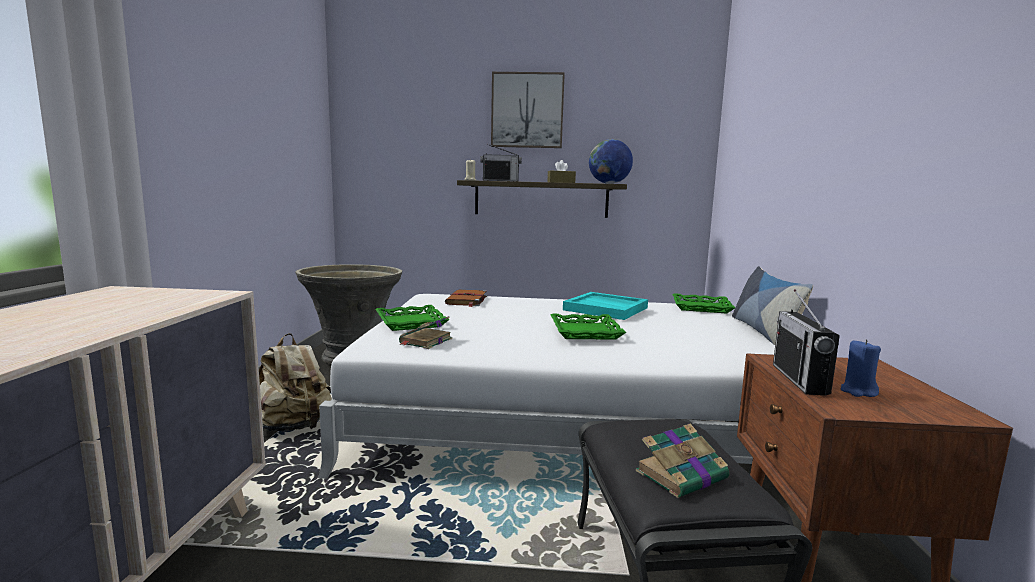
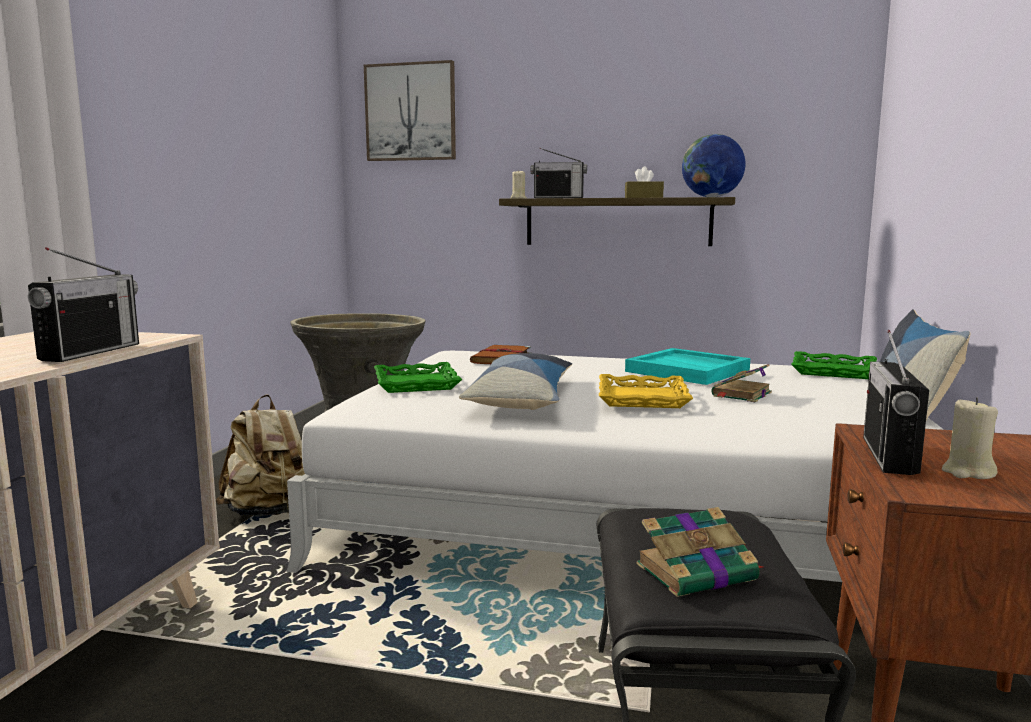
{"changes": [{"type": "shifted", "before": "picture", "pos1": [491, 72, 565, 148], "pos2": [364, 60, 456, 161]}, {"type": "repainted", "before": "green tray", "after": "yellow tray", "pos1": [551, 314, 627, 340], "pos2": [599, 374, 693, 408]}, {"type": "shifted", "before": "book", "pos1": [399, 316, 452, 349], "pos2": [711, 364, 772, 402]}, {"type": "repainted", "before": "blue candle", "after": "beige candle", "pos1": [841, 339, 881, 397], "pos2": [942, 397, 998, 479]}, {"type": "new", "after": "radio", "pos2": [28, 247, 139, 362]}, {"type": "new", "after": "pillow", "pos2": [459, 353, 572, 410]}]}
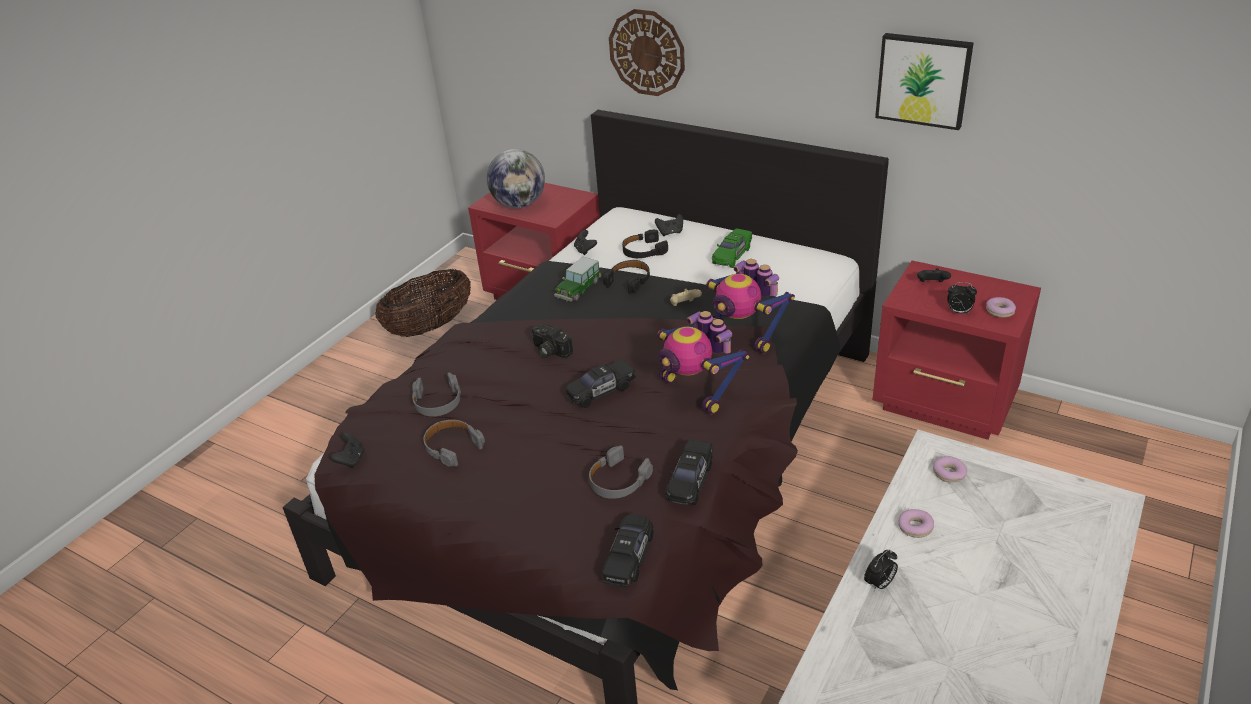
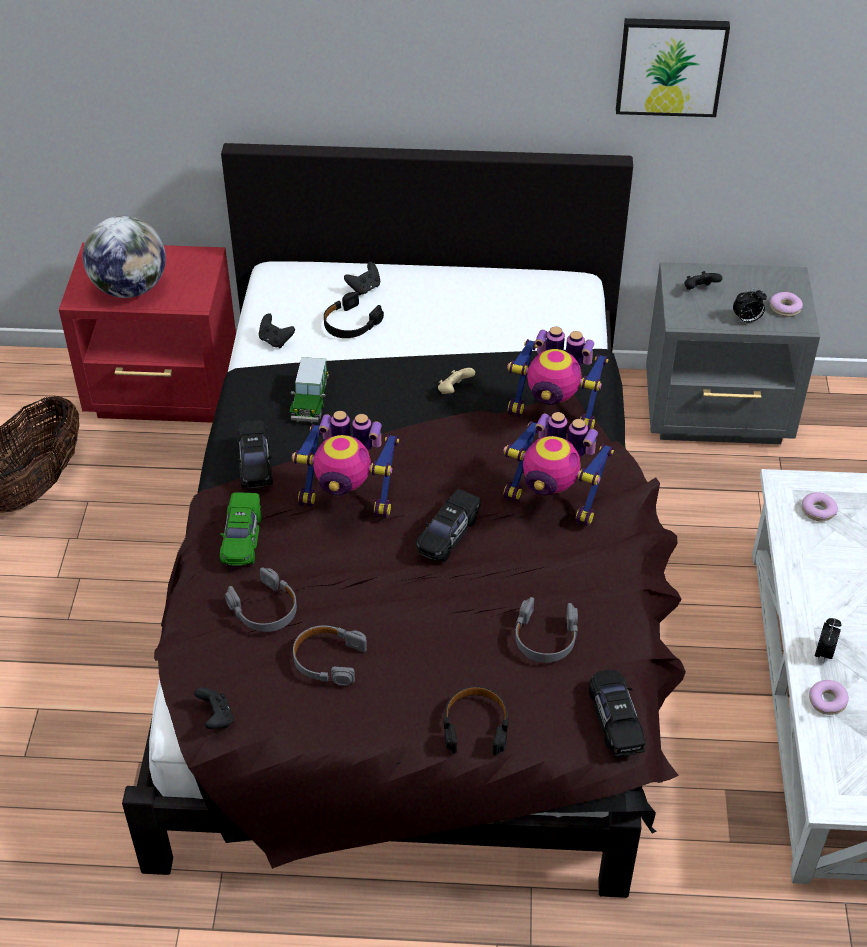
{"changes": [{"type": "gone", "before": "wall clock", "pos1": [609, 9, 685, 96]}, {"type": "shifted", "before": "green toy car", "pos1": [712, 228, 752, 268], "pos2": [220, 493, 261, 566]}, {"type": "shifted", "before": "black headphones", "pos1": [603, 260, 650, 294], "pos2": [443, 686, 509, 756]}, {"type": "repainted", "before": "red nightstand", "after": "grey nightstand", "pos1": [872, 261, 1041, 440], "pos2": [646, 262, 820, 444]}, {"type": "swapped", "before": "photo camera", "after": "toy robot", "pos1": [531, 323, 573, 358], "pos2": [292, 411, 399, 518]}, {"type": "shifted", "before": "black toy car", "pos1": [665, 439, 713, 505], "pos2": [237, 420, 273, 488]}, {"type": "shifted", "before": "donut", "pos1": [898, 509, 934, 538], "pos2": [809, 680, 849, 715]}]}
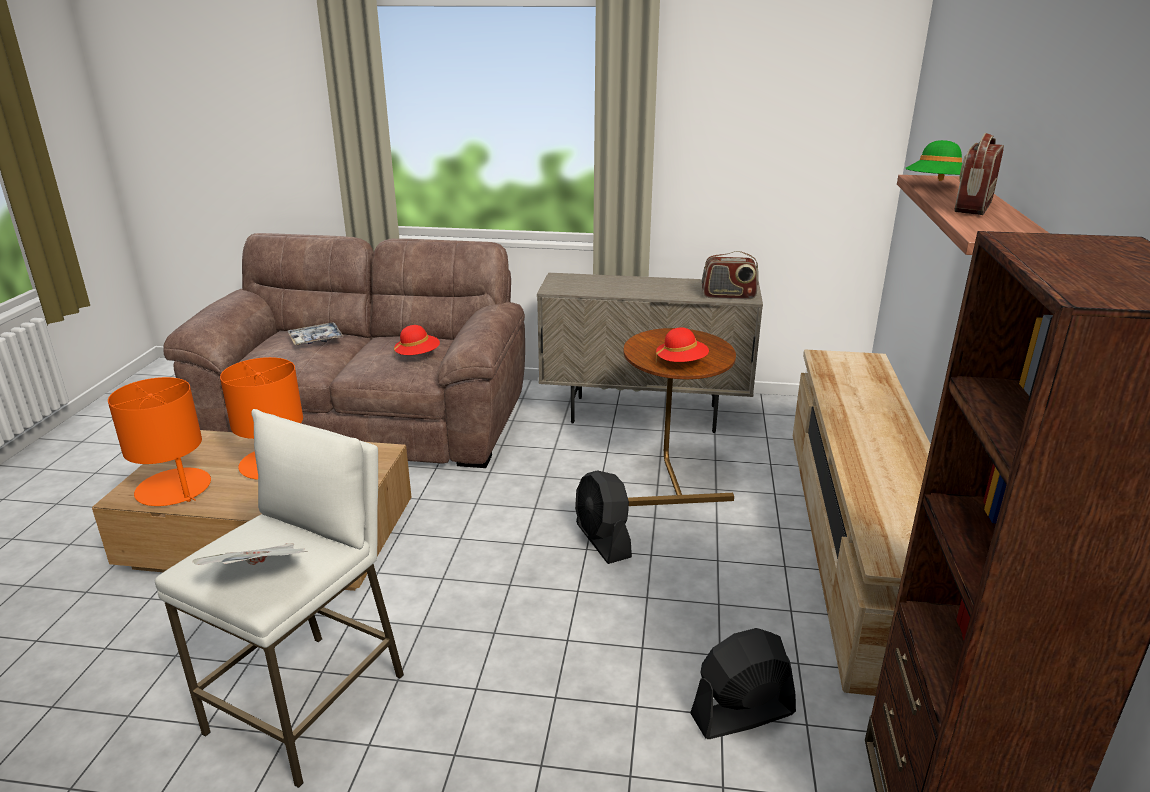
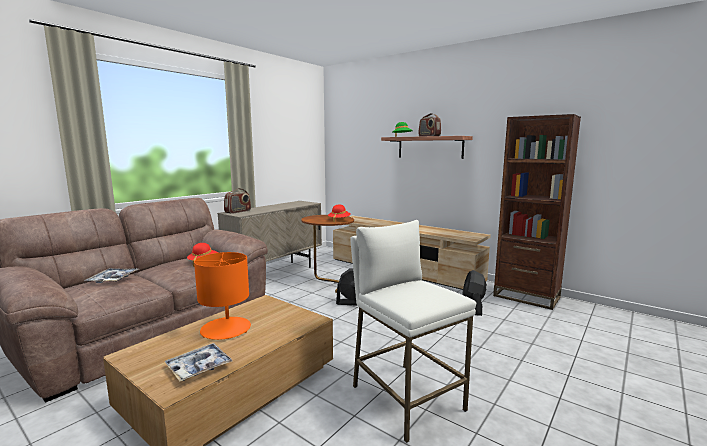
{"changes": [{"type": "shifted", "before": "radio", "pos1": [702, 251, 759, 299], "pos2": [224, 188, 251, 214]}, {"type": "swapped", "before": "orange table lamp", "after": "tray", "pos1": [108, 377, 211, 506], "pos2": [164, 343, 233, 381]}, {"type": "gone", "before": "newspaper", "pos1": [193, 543, 308, 565]}]}
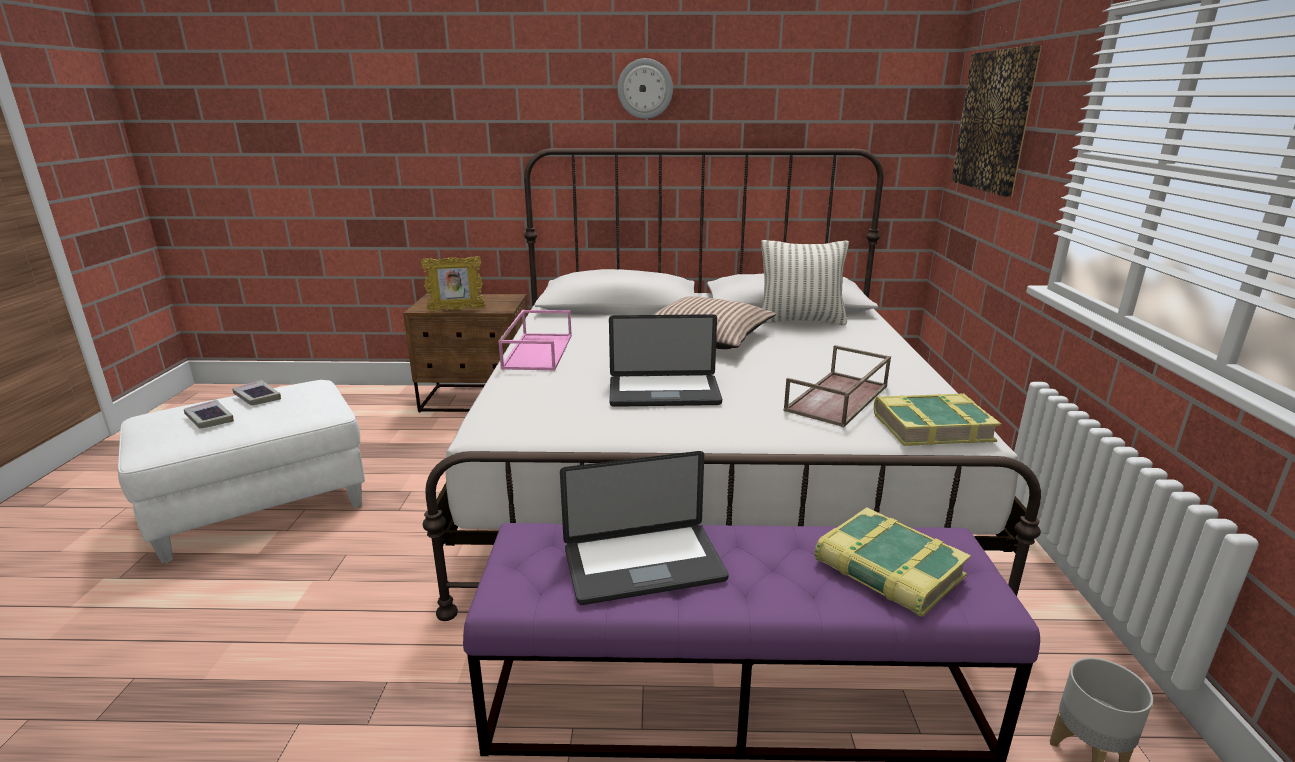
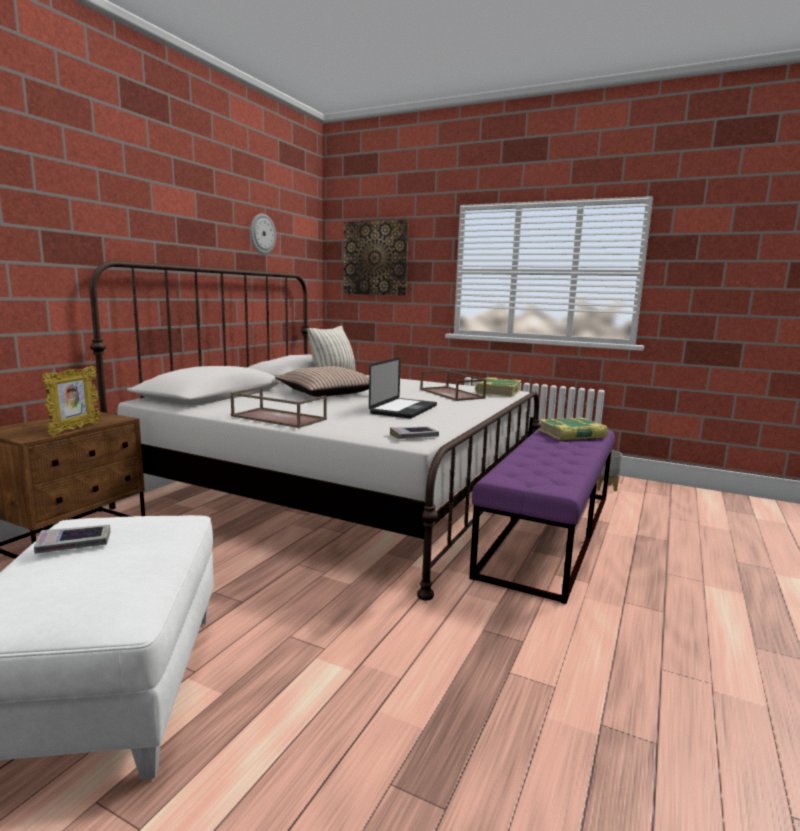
{"changes": [{"type": "shifted", "before": "wall clock", "pos1": [617, 58, 673, 119], "pos2": [250, 214, 276, 254]}, {"type": "repainted", "before": "pink tray", "after": "brown tray", "pos1": [498, 310, 572, 371], "pos2": [230, 387, 327, 428]}, {"type": "shifted", "before": "book", "pos1": [184, 400, 234, 429], "pos2": [390, 427, 439, 439]}, {"type": "gone", "before": "laptop", "pos1": [560, 451, 729, 605]}]}
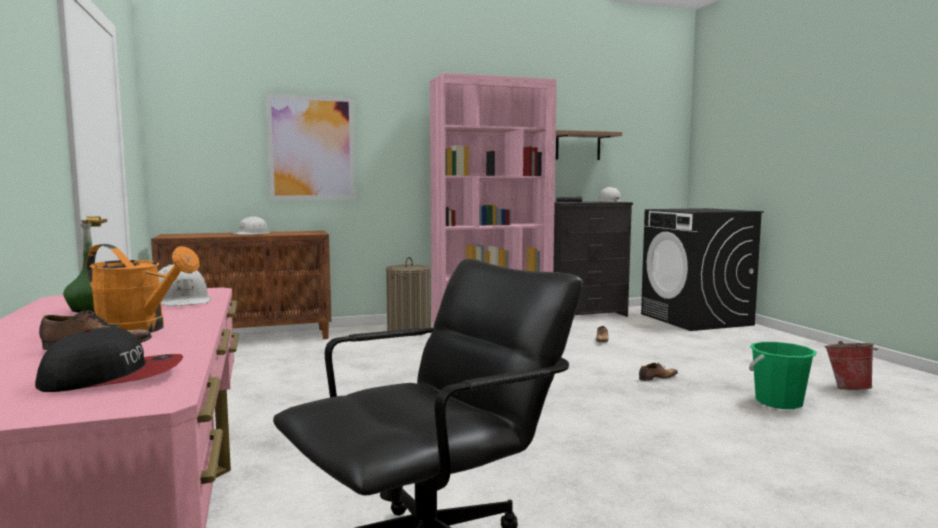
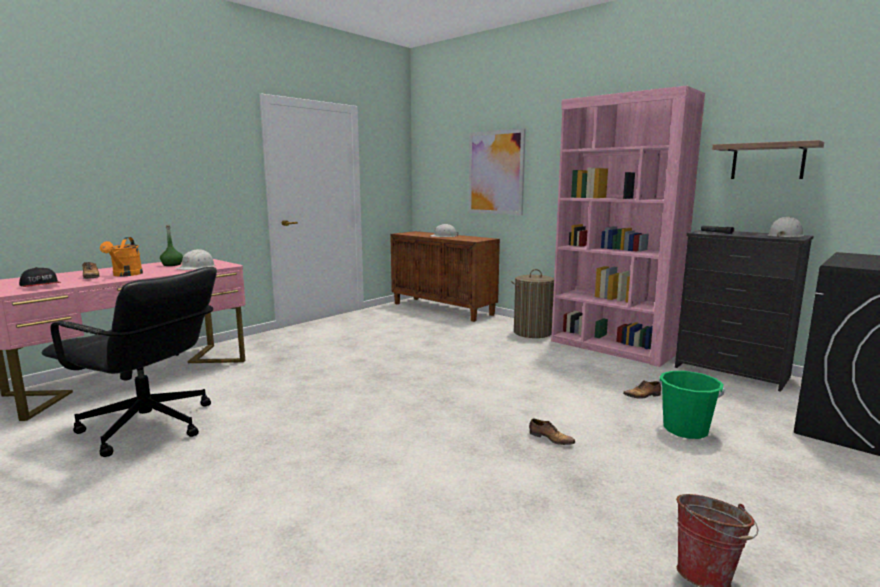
{"changes": [{"type": "shifted", "before": "green bucket", "pos1": [749, 342, 817, 409], "pos2": [659, 371, 725, 439]}]}
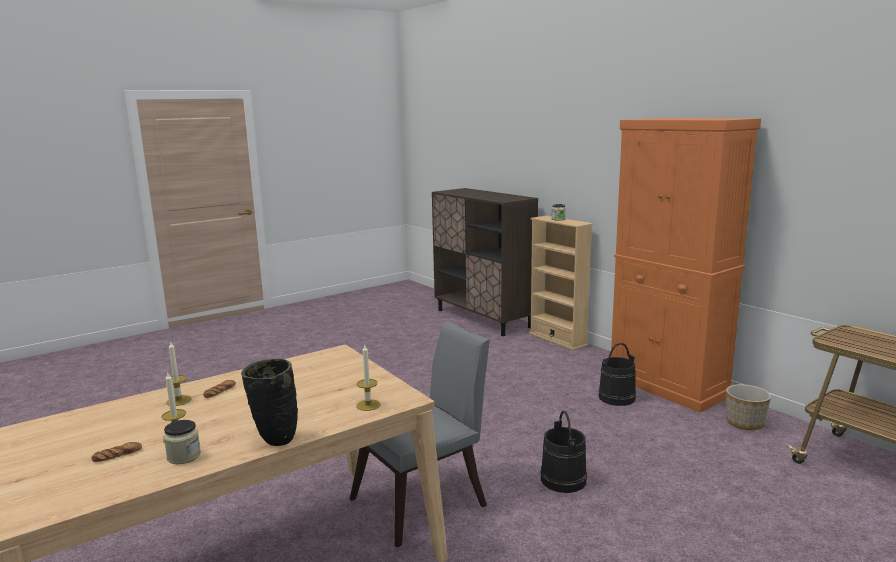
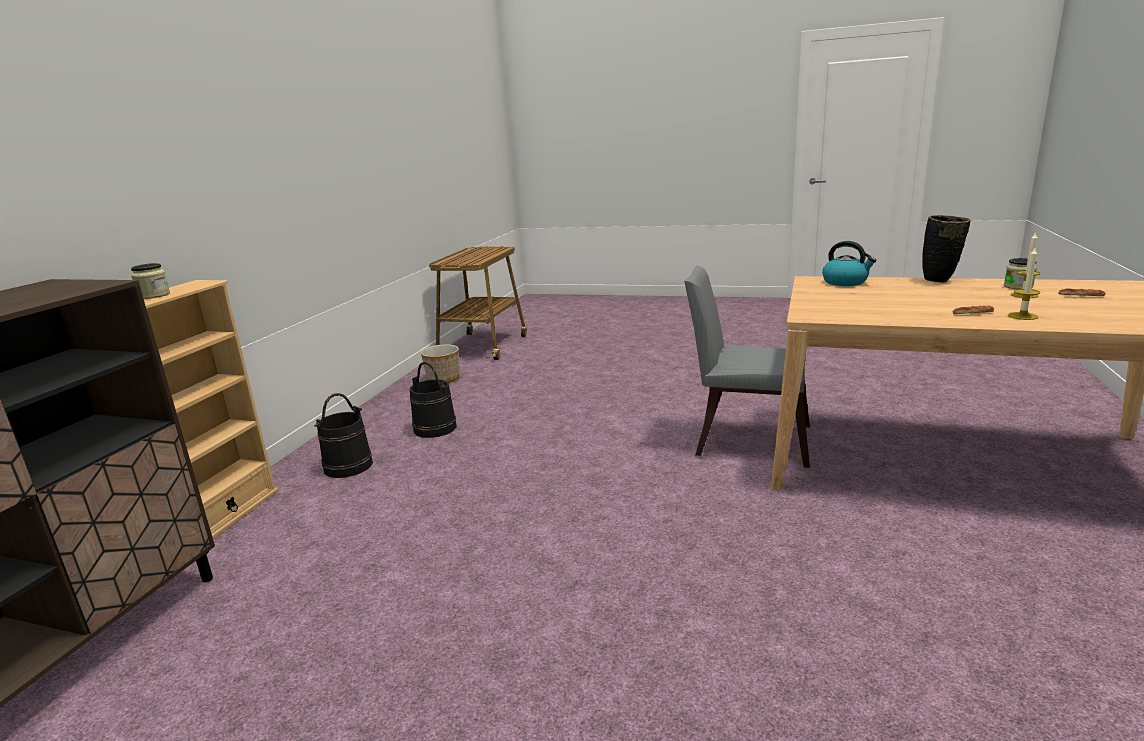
{"changes": [{"type": "gone", "before": "orange cabinet", "pos1": [611, 118, 761, 413]}, {"type": "swapped", "before": "candle", "after": "kettle", "pos1": [356, 345, 381, 411], "pos2": [822, 241, 877, 286]}, {"type": "shifted", "before": "black bucket", "pos1": [540, 410, 587, 493], "pos2": [314, 393, 373, 478]}]}
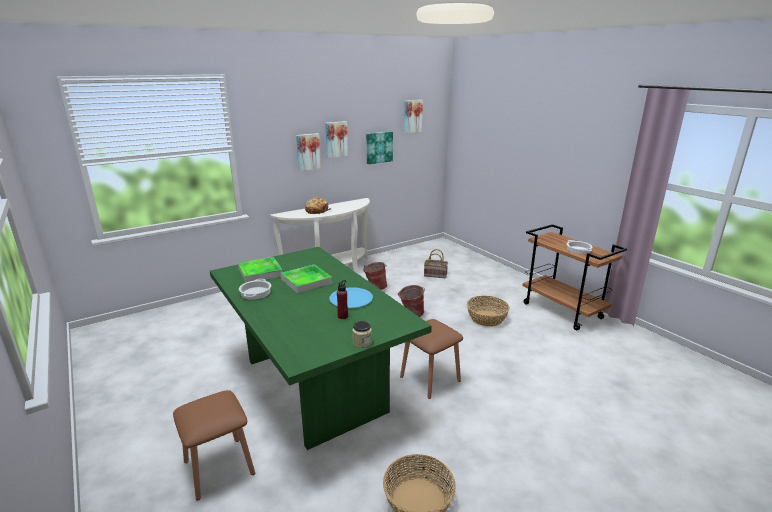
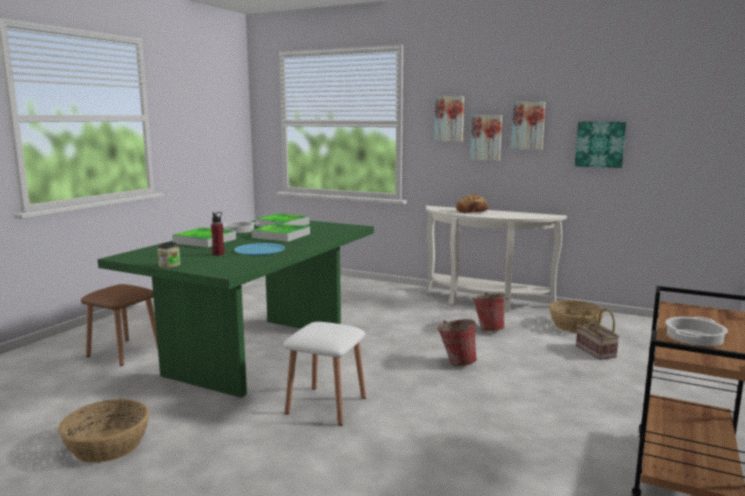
{"changes": [{"type": "shifted", "before": "picture", "pos1": [404, 100, 423, 134], "pos2": [434, 96, 464, 141]}, {"type": "shifted", "before": "basket", "pos1": [467, 296, 510, 327], "pos2": [549, 300, 605, 333]}, {"type": "repainted", "before": "brown stool", "after": "white stool", "pos1": [400, 319, 463, 399], "pos2": [283, 322, 366, 426]}, {"type": "new", "after": "tray", "pos2": [172, 227, 236, 248]}]}
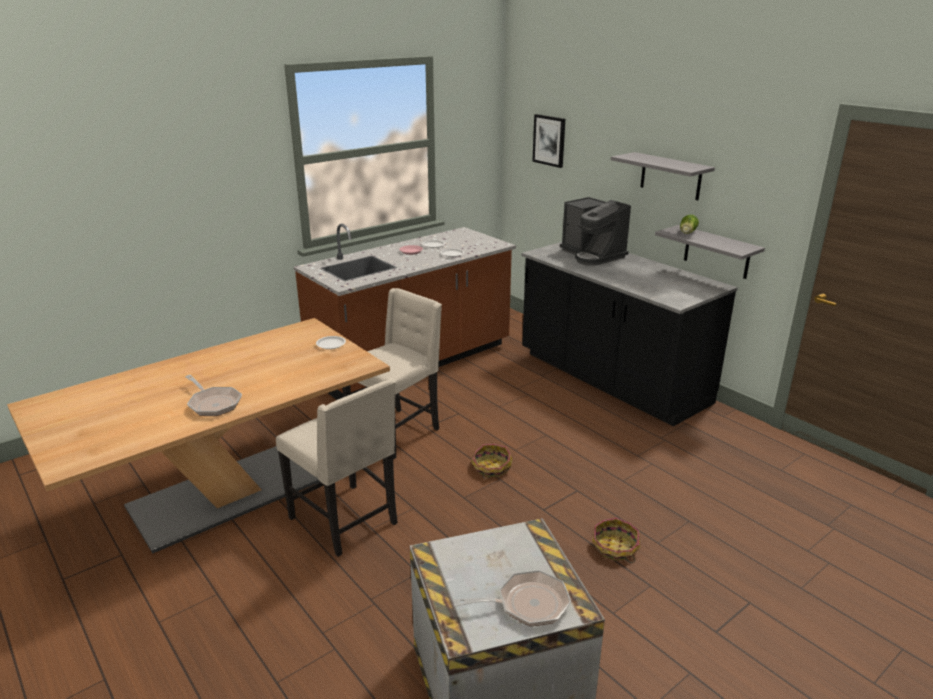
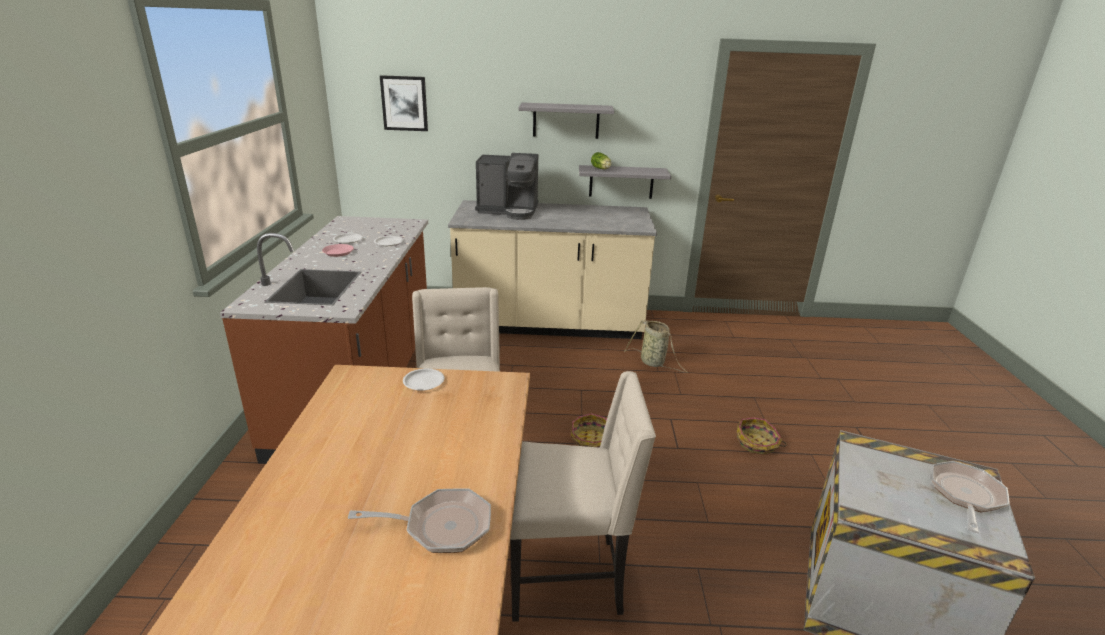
{"changes": [{"type": "repainted", "before": "black counter", "after": "beige counter", "pos1": [521, 242, 738, 426], "pos2": [448, 200, 657, 339]}, {"type": "new", "after": "basket", "pos2": [624, 320, 688, 373]}]}
